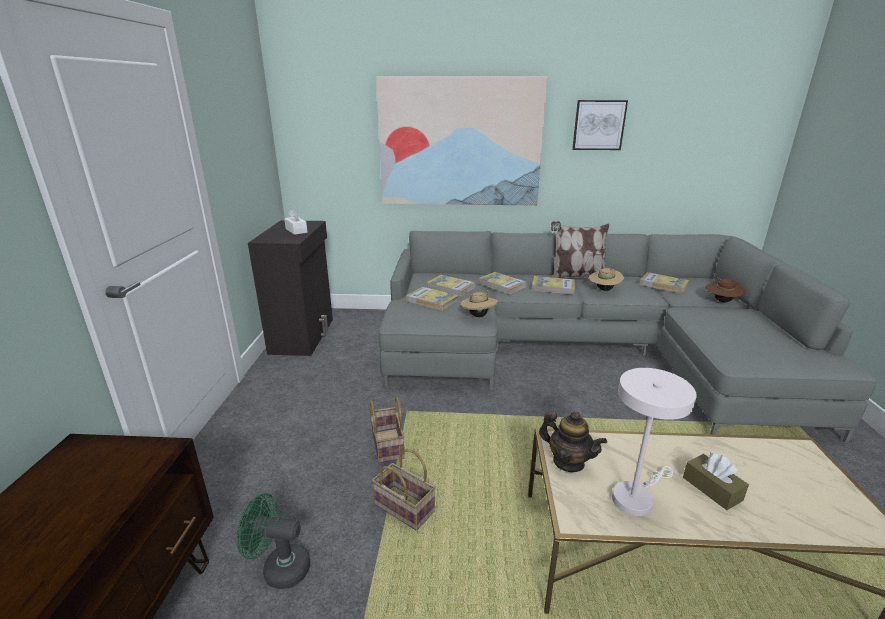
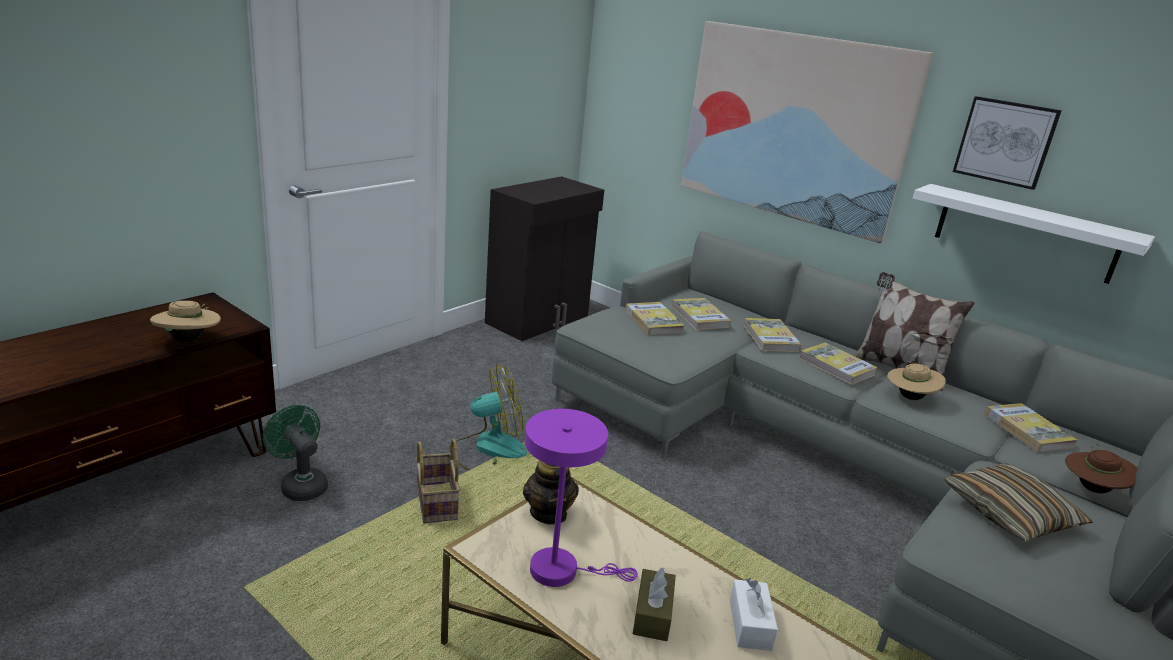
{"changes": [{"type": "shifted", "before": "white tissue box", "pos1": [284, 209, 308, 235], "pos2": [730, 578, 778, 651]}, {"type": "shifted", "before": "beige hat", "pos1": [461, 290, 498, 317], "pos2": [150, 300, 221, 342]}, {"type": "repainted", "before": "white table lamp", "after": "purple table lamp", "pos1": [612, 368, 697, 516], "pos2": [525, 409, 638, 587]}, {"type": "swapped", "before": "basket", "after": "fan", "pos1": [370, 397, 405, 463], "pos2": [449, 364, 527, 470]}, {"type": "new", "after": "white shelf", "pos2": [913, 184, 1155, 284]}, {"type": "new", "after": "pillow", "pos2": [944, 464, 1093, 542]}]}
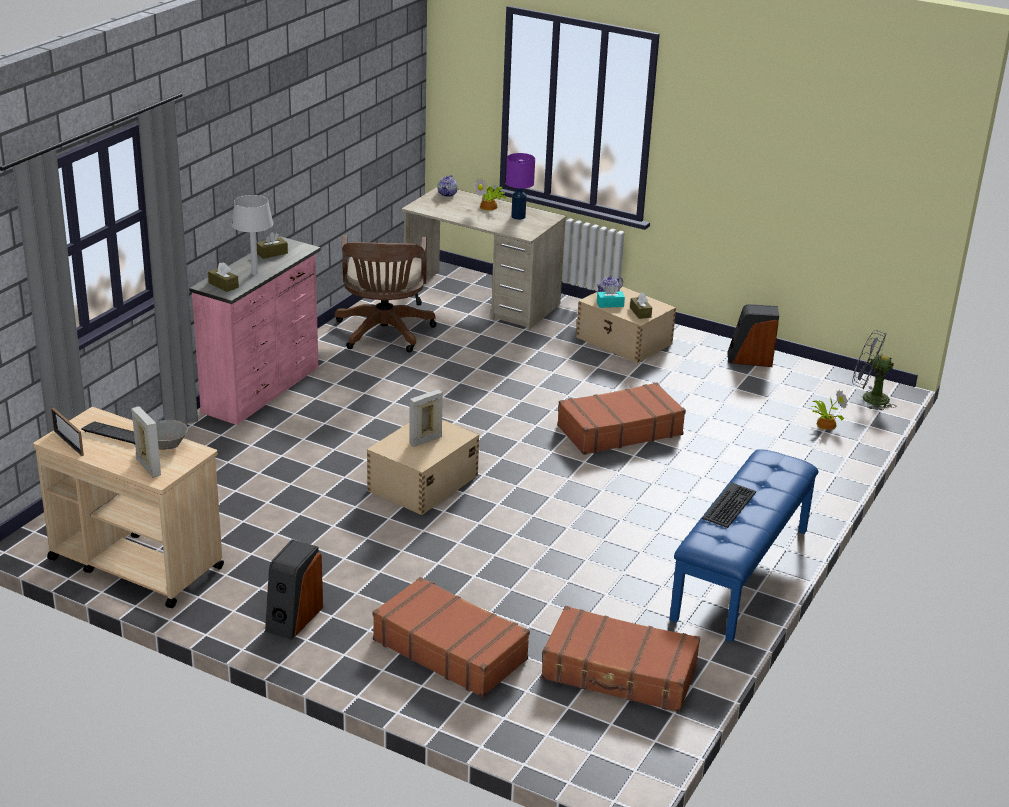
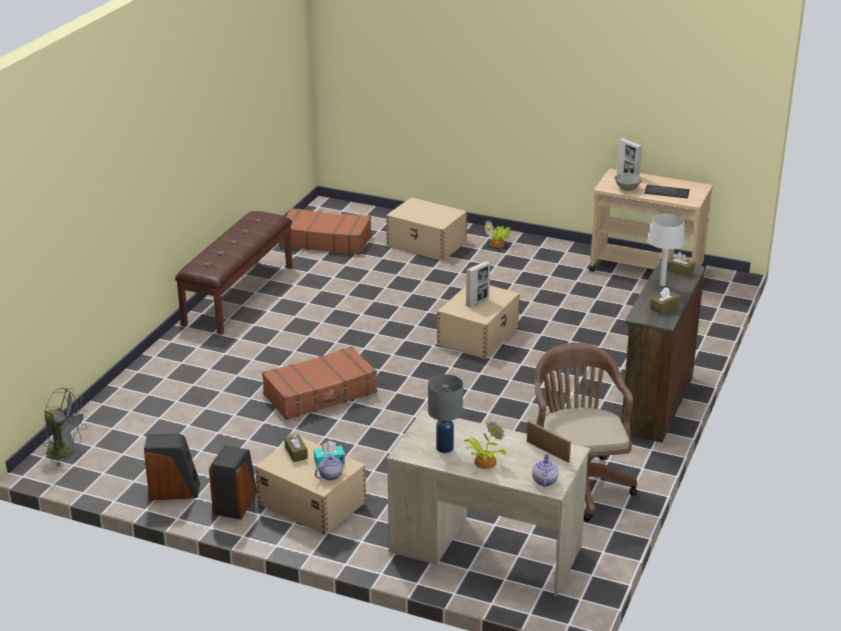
{"changes": [{"type": "repainted", "before": "purple table lamp", "after": "grey table lamp", "pos1": [506, 153, 535, 220], "pos2": [428, 374, 463, 453]}, {"type": "repainted", "before": "pink dresser", "after": "brown dresser", "pos1": [189, 236, 321, 425], "pos2": [621, 259, 706, 443]}, {"type": "shifted", "before": "potted plant", "pos1": [811, 390, 848, 430], "pos2": [485, 220, 511, 247]}, {"type": "shifted", "before": "picture frame", "pos1": [51, 407, 84, 456], "pos2": [527, 421, 571, 463]}, {"type": "repainted", "before": "blue bench", "after": "brown bench", "pos1": [670, 449, 819, 642], "pos2": [175, 211, 293, 335]}, {"type": "gone", "before": "keyboard", "pos1": [702, 482, 756, 528]}, {"type": "shifted", "before": "speaker", "pos1": [265, 539, 323, 640], "pos2": [209, 446, 257, 520]}, {"type": "swapped", "before": "brown suitcase", "after": "beige storage box", "pos1": [373, 577, 530, 698], "pos2": [386, 197, 467, 261]}]}
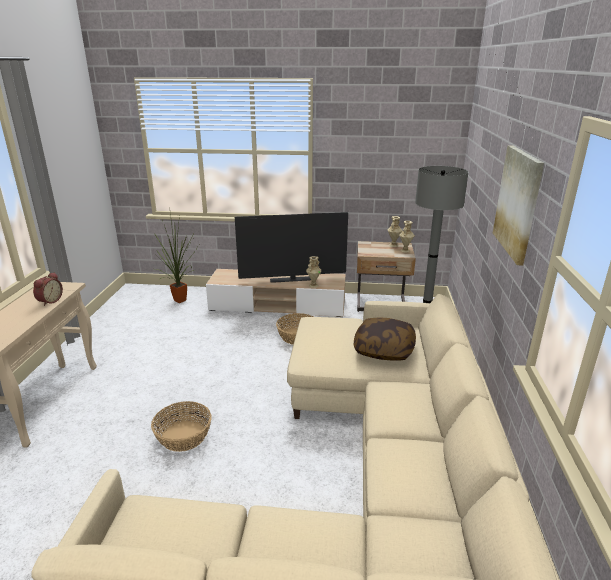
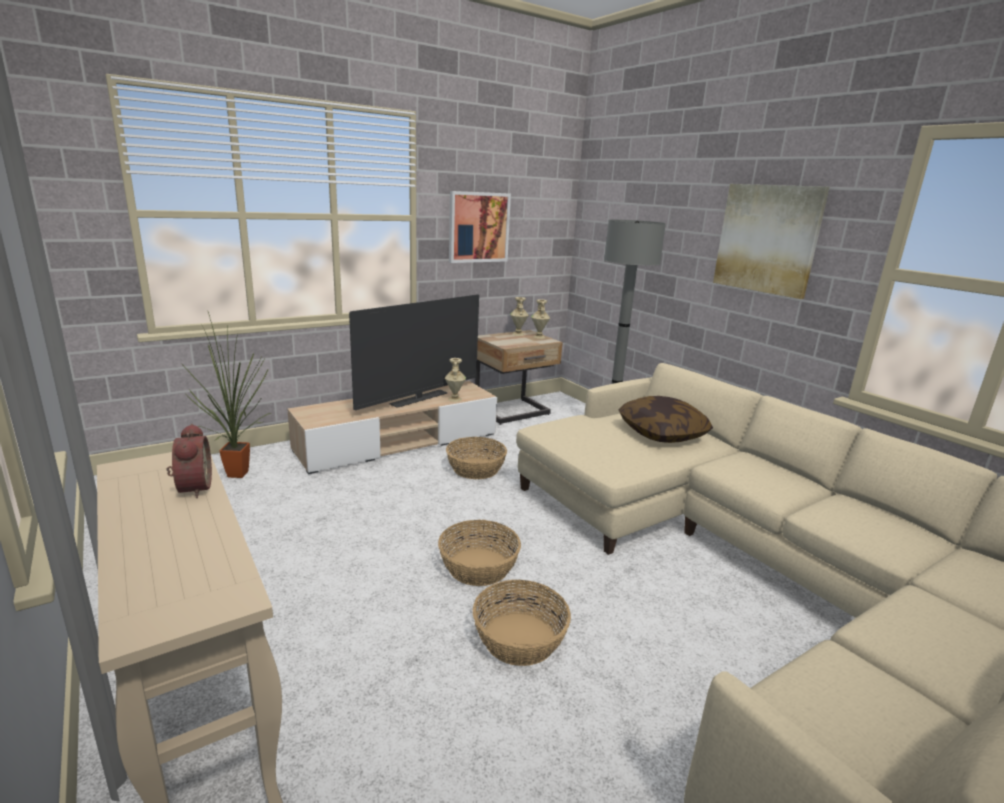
{"changes": [{"type": "new", "after": "picture", "pos2": [449, 191, 511, 263]}, {"type": "new", "after": "basket", "pos2": [438, 520, 521, 586]}]}
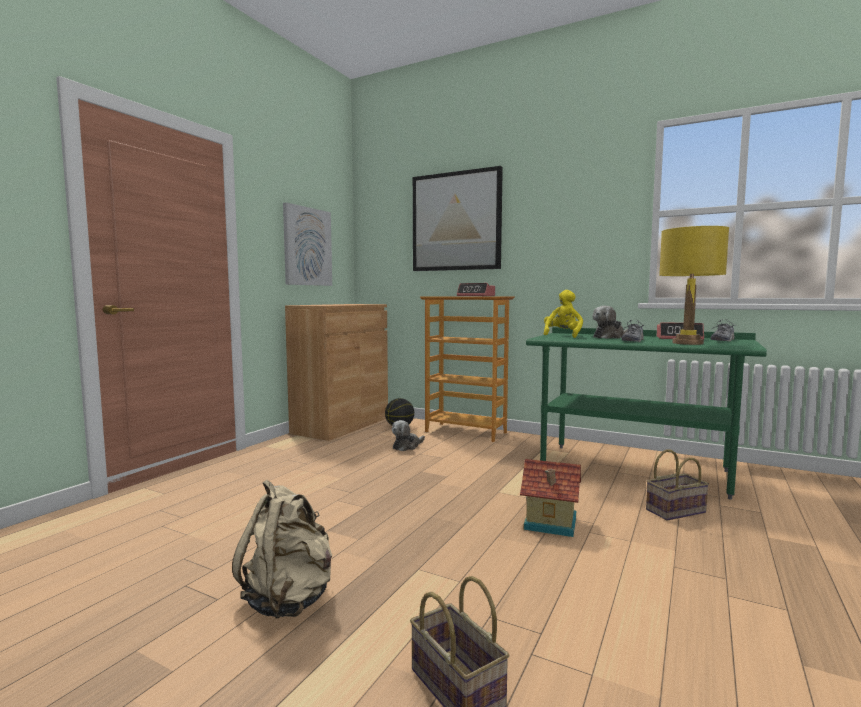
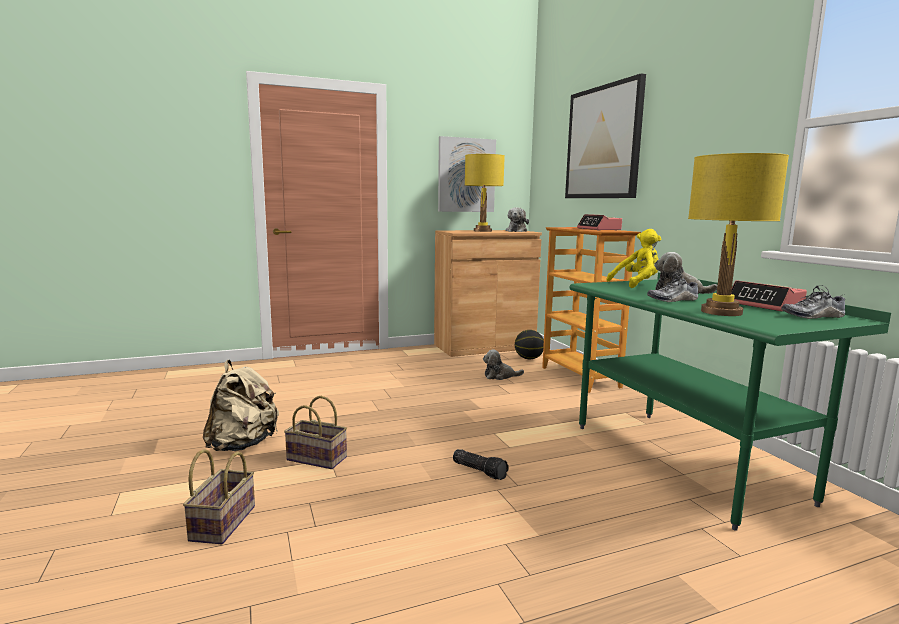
{"changes": [{"type": "shifted", "before": "basket", "pos1": [646, 450, 709, 521], "pos2": [284, 396, 347, 469]}, {"type": "swapped", "before": "toy house", "after": "flashlight", "pos1": [520, 459, 581, 537], "pos2": [453, 449, 509, 480]}, {"type": "new", "after": "yellow table lamp", "pos2": [465, 154, 505, 232]}, {"type": "new", "after": "plush toy", "pos2": [506, 207, 529, 232]}]}
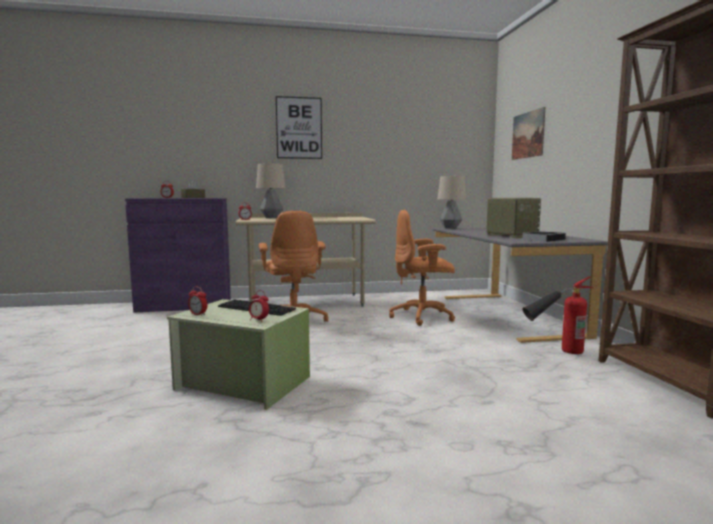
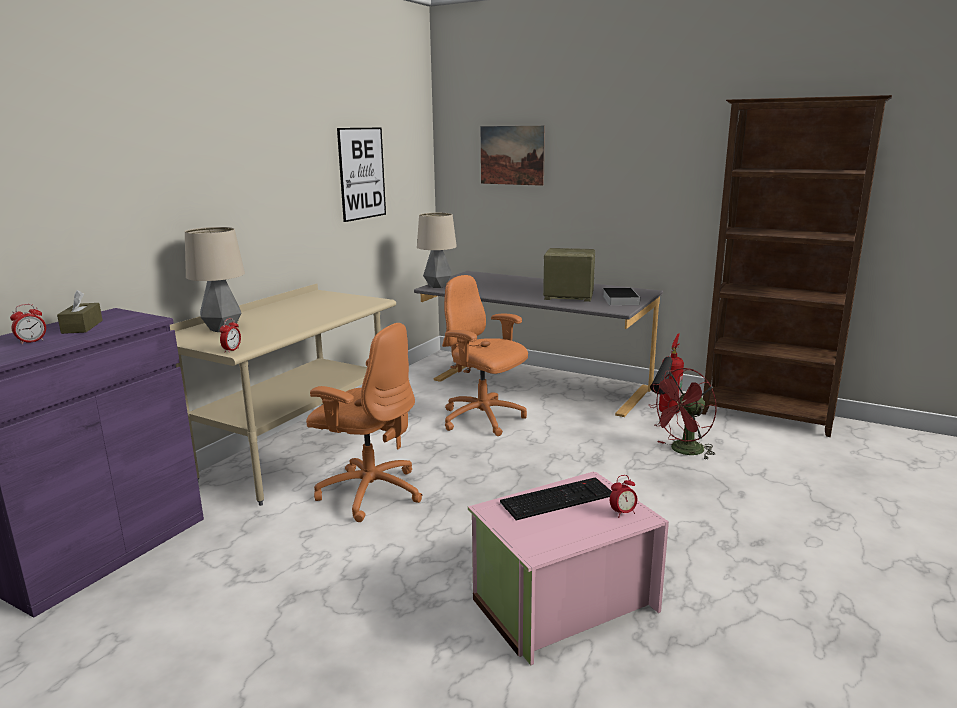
{"changes": [{"type": "shifted", "before": "picture", "pos1": [276, 96, 322, 159], "pos2": [337, 128, 386, 222]}, {"type": "rotated", "before": "orange office chair", "pos1": [389, 210, 455, 326], "pos2": [442, 275, 528, 436], "turn": 90}, {"type": "gone", "before": "alarm clock", "pos1": [188, 287, 207, 316]}, {"type": "repainted", "before": "green storage box", "after": "pink storage box", "pos1": [167, 299, 310, 410], "pos2": [468, 471, 669, 665]}, {"type": "new", "after": "red fan", "pos2": [648, 368, 716, 460]}]}
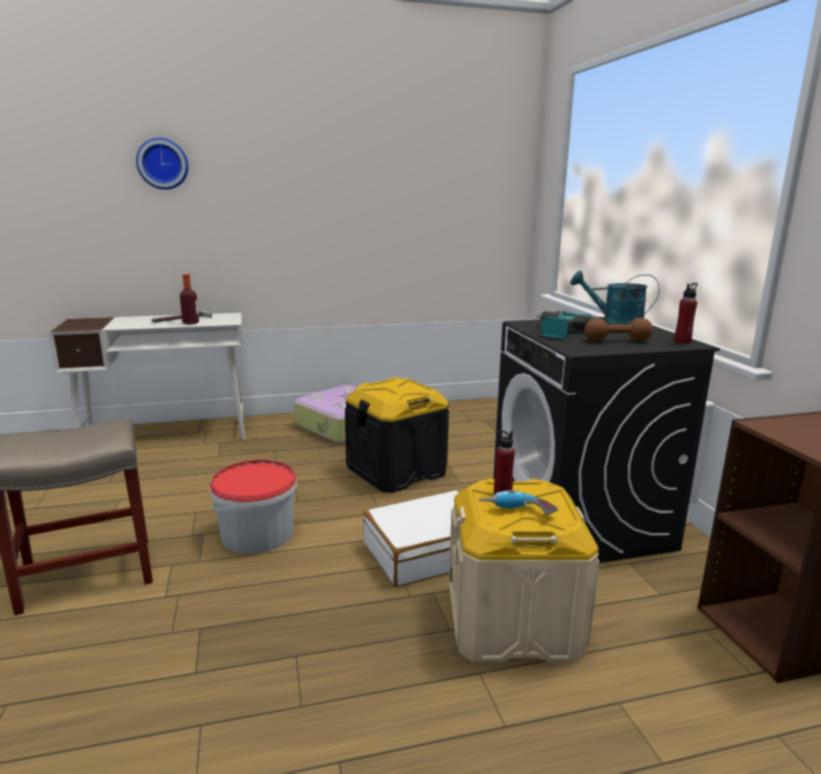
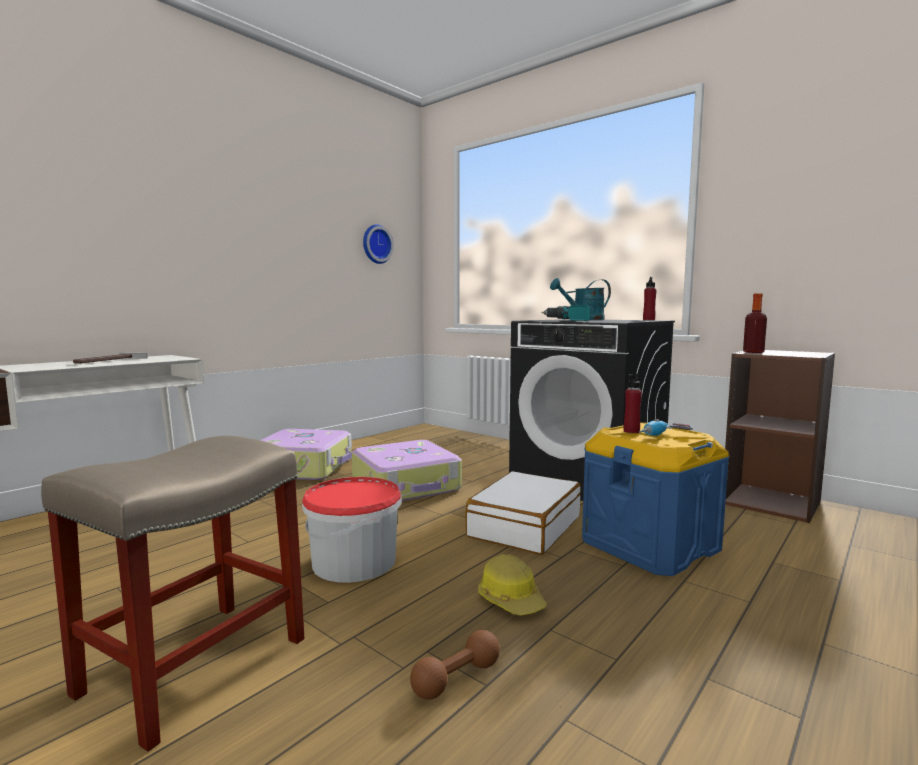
{"changes": [{"type": "shifted", "before": "wall clock", "pos1": [136, 138, 188, 190], "pos2": [363, 224, 394, 264]}, {"type": "shifted", "before": "bottle", "pos1": [180, 274, 199, 325], "pos2": [743, 293, 767, 353]}, {"type": "shifted", "before": "brown dumbbell", "pos1": [584, 318, 653, 342], "pos2": [410, 630, 500, 700]}, {"type": "swapped", "before": "black storage box", "after": "suitcase", "pos1": [345, 378, 449, 493], "pos2": [352, 440, 462, 501]}, {"type": "repainted", "before": "beige storage box", "after": "blue storage box", "pos1": [449, 479, 600, 663], "pos2": [582, 423, 729, 576]}, {"type": "new", "after": "hard hat", "pos2": [478, 554, 547, 616]}]}
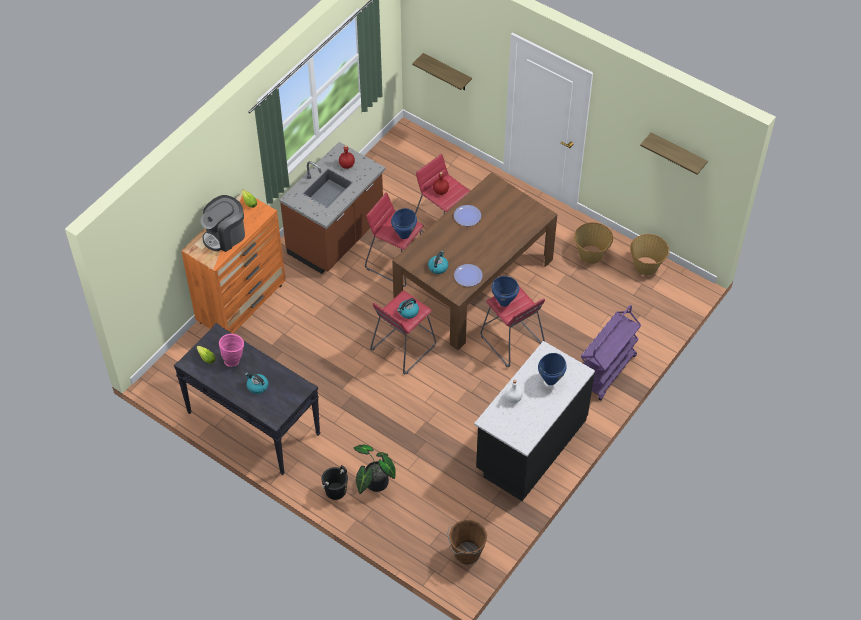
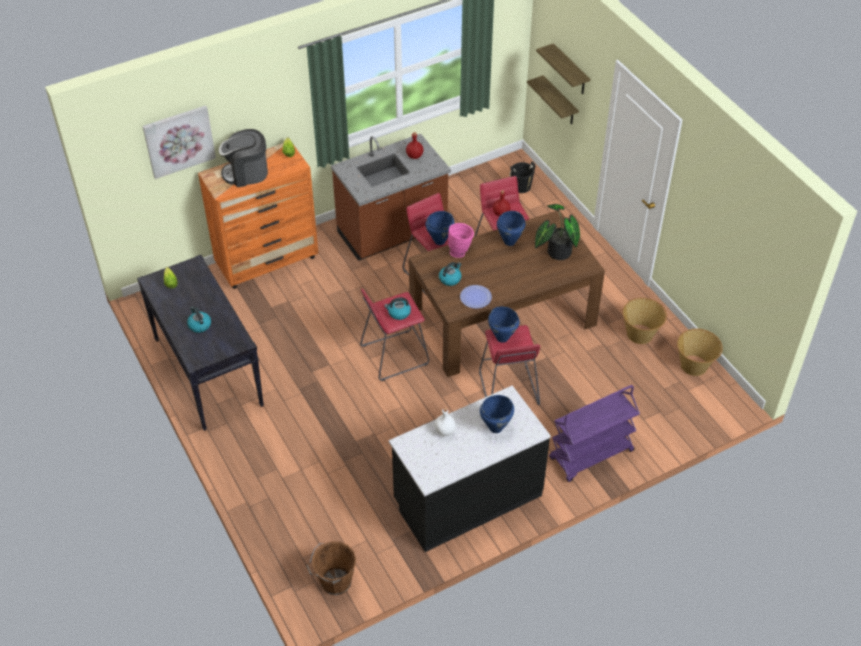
{"changes": [{"type": "shifted", "before": "shelf", "pos1": [640, 133, 708, 175], "pos2": [536, 43, 591, 94]}, {"type": "swapped", "before": "plate", "after": "blue cooking pot", "pos1": [454, 205, 481, 226], "pos2": [497, 211, 525, 246]}, {"type": "shifted", "before": "pink vase", "pos1": [219, 334, 244, 367], "pos2": [448, 223, 474, 258]}, {"type": "shifted", "before": "potted plant", "pos1": [354, 445, 396, 494], "pos2": [535, 204, 580, 260]}, {"type": "shifted", "before": "black bucket", "pos1": [322, 465, 348, 500], "pos2": [510, 161, 535, 193]}, {"type": "new", "after": "picture", "pos2": [143, 105, 216, 179]}]}
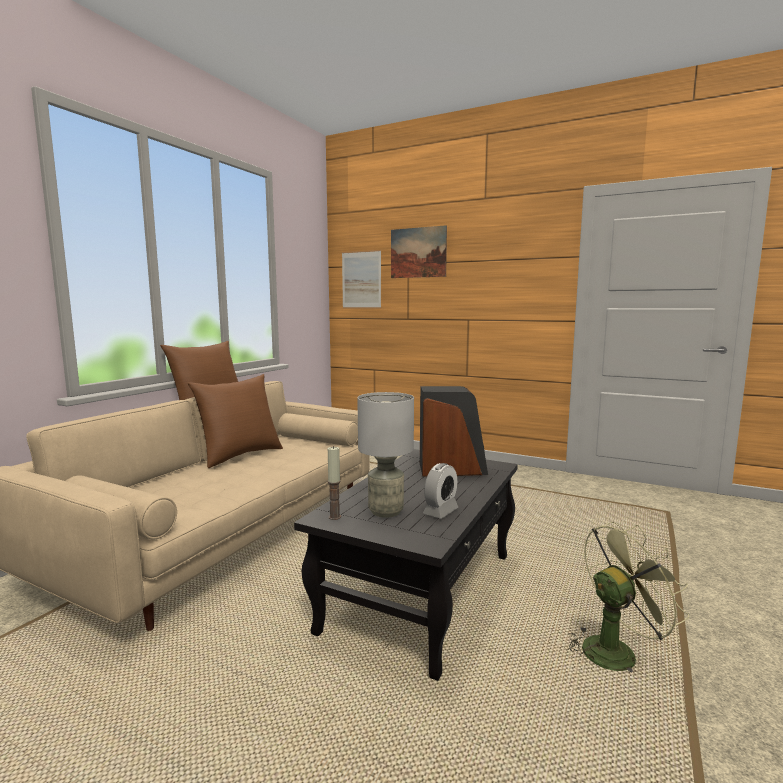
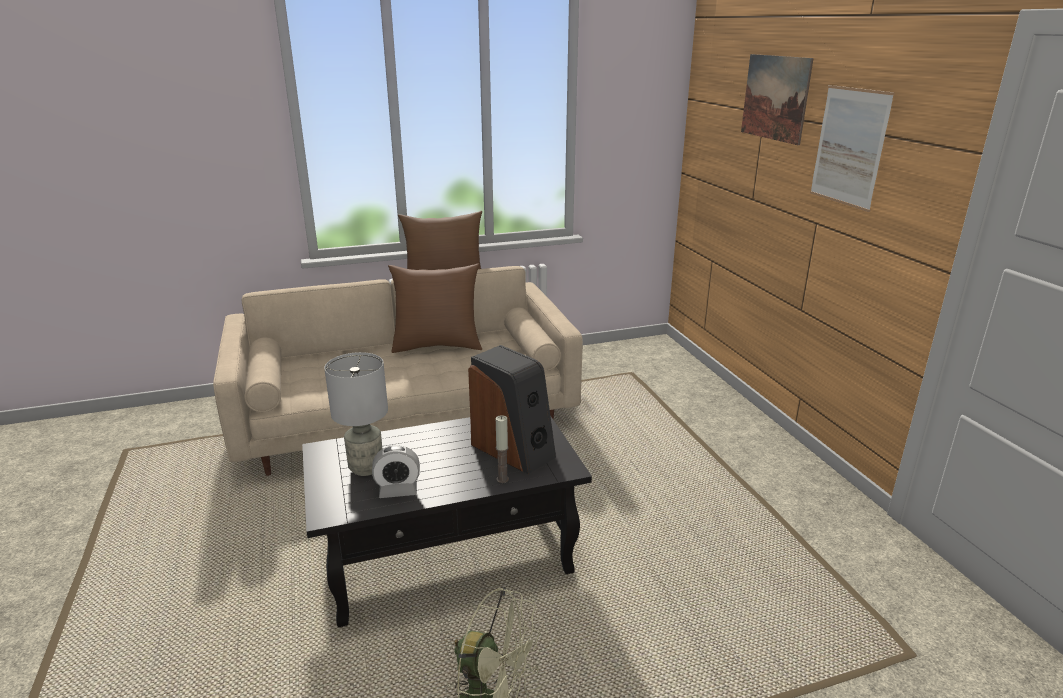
{"changes": [{"type": "shifted", "before": "picture", "pos1": [342, 250, 381, 309], "pos2": [810, 85, 895, 212]}, {"type": "shifted", "before": "candle", "pos1": [328, 446, 341, 520], "pos2": [496, 415, 509, 483]}]}
